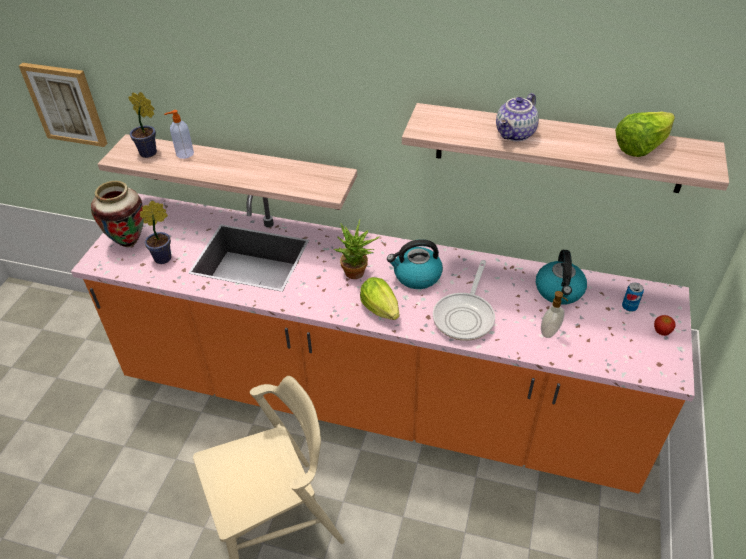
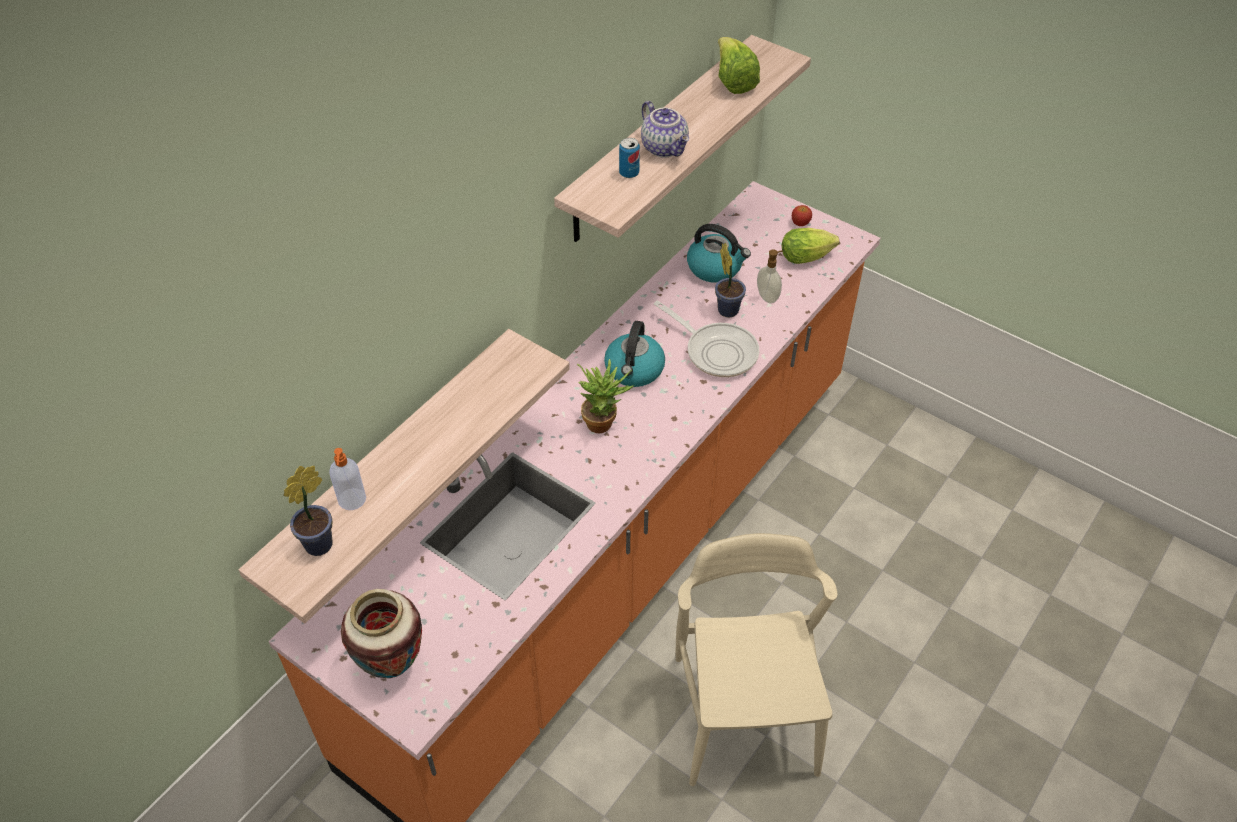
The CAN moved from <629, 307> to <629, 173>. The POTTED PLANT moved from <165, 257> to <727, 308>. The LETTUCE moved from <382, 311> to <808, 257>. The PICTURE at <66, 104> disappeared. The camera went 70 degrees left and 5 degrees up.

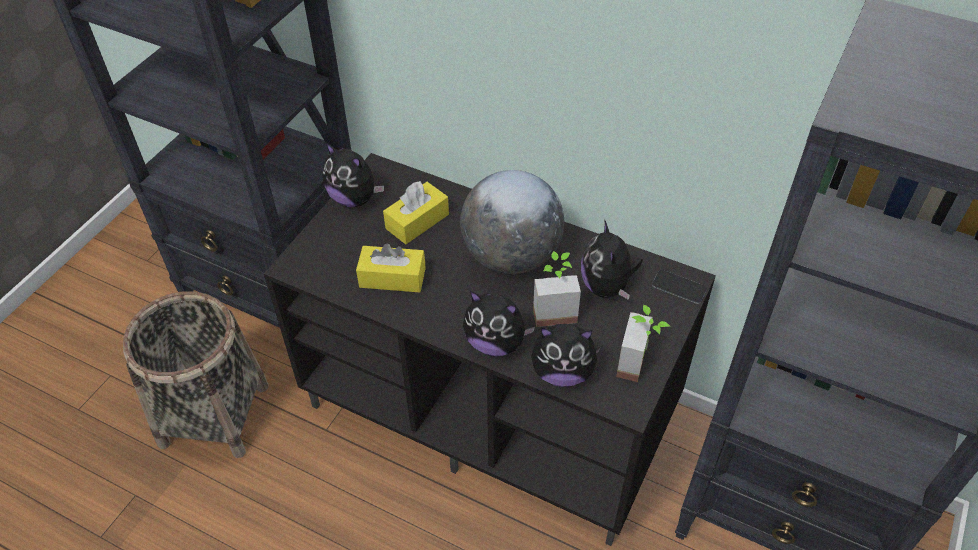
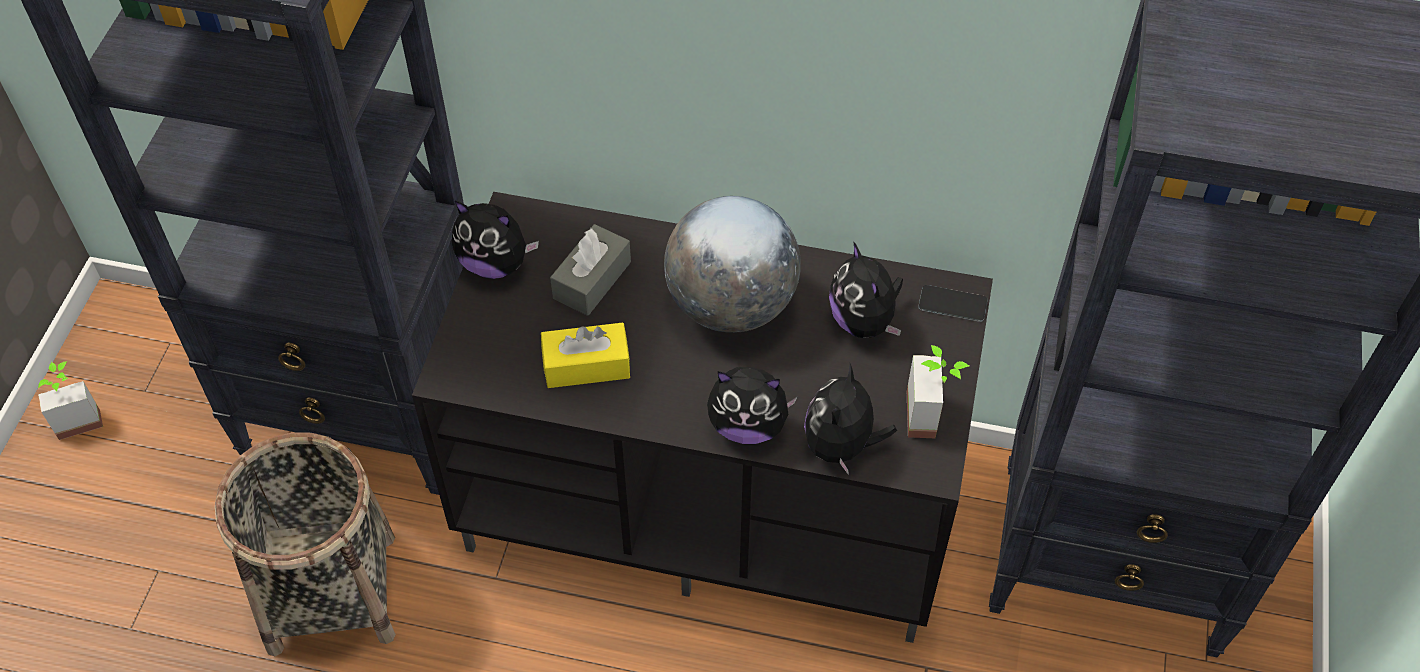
The POTTED PLANT moved from <553, 309> to <78, 417>. The YELLOW TISSUE BOX at <417, 221> became the GREY TISSUE BOX at <592, 280>. The PLUSH TOY at <562, 372> turned 120 degrees clockwise. The camera went 15 degrees left and 5 degrees up.

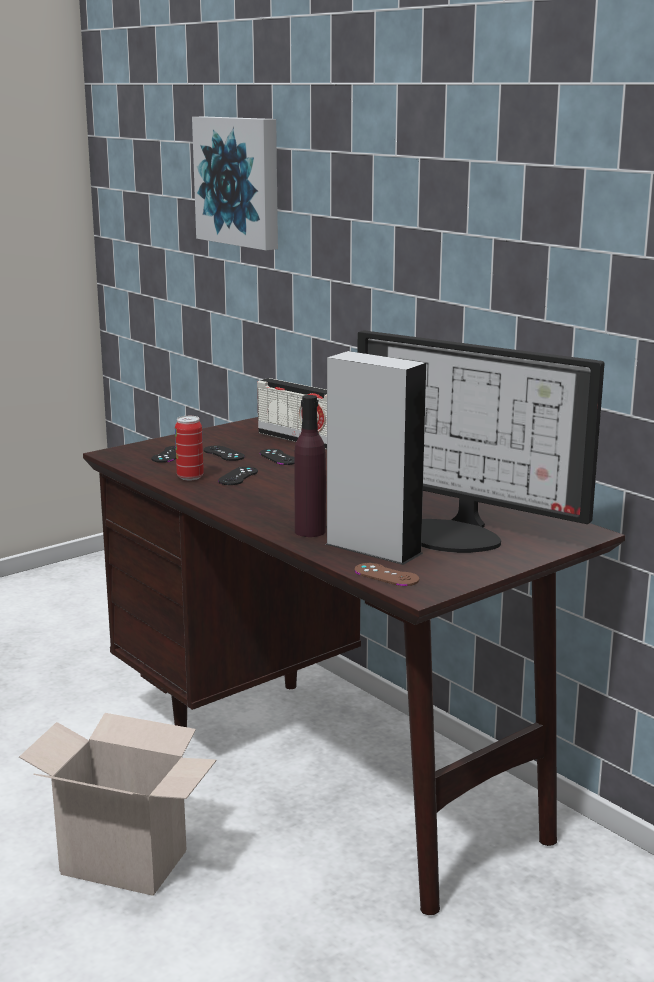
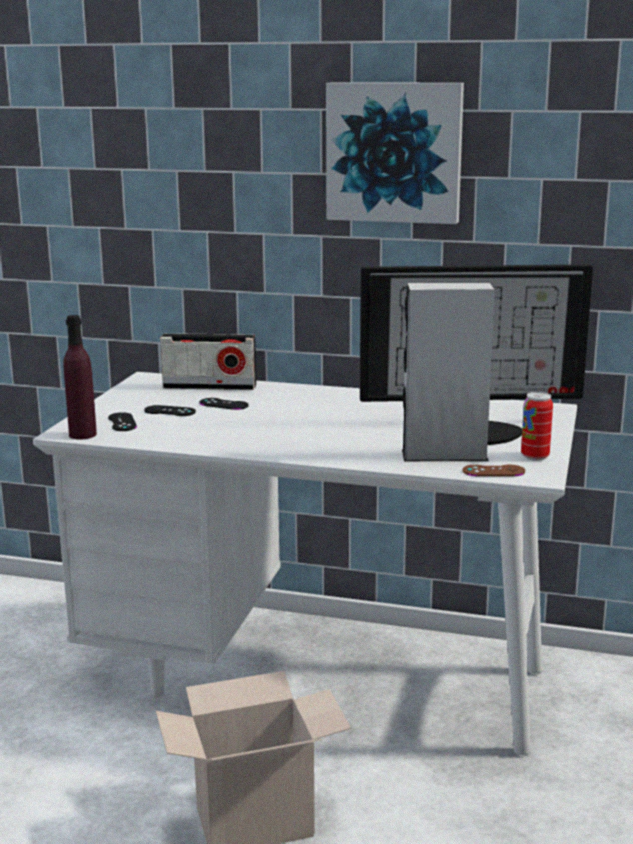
The BROWN DESK at <328, 766> became the WHITE DESK at <319, 677>. The PURPLE BOTTLE moved from <310, 531> to <83, 434>. The PICTURE moved from <240, 181> to <394, 152>. The CAN moved from <190, 477> to <535, 456>. The BLACK GAME CONTROLLER at <238, 476> disappeared. The camera went 35 degrees left and 0 degrees up.

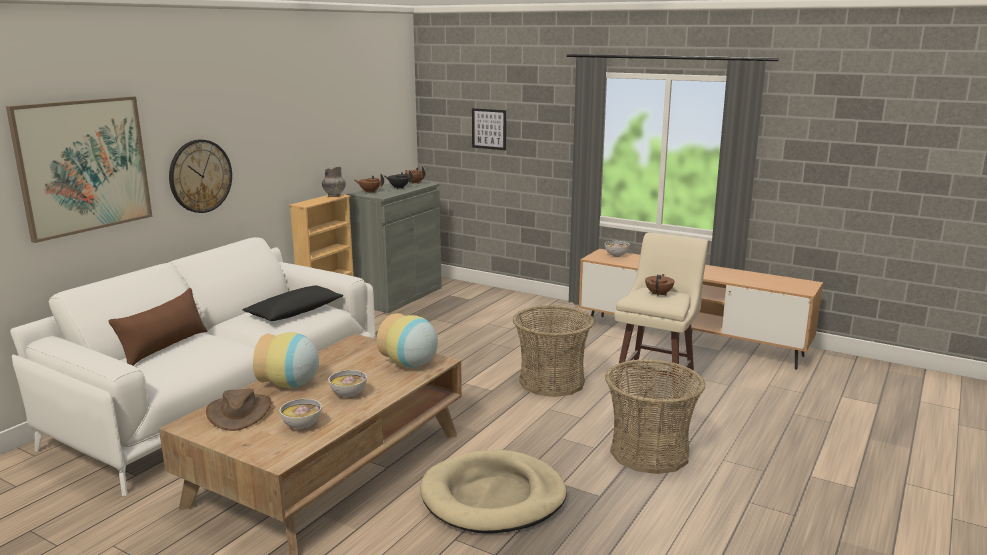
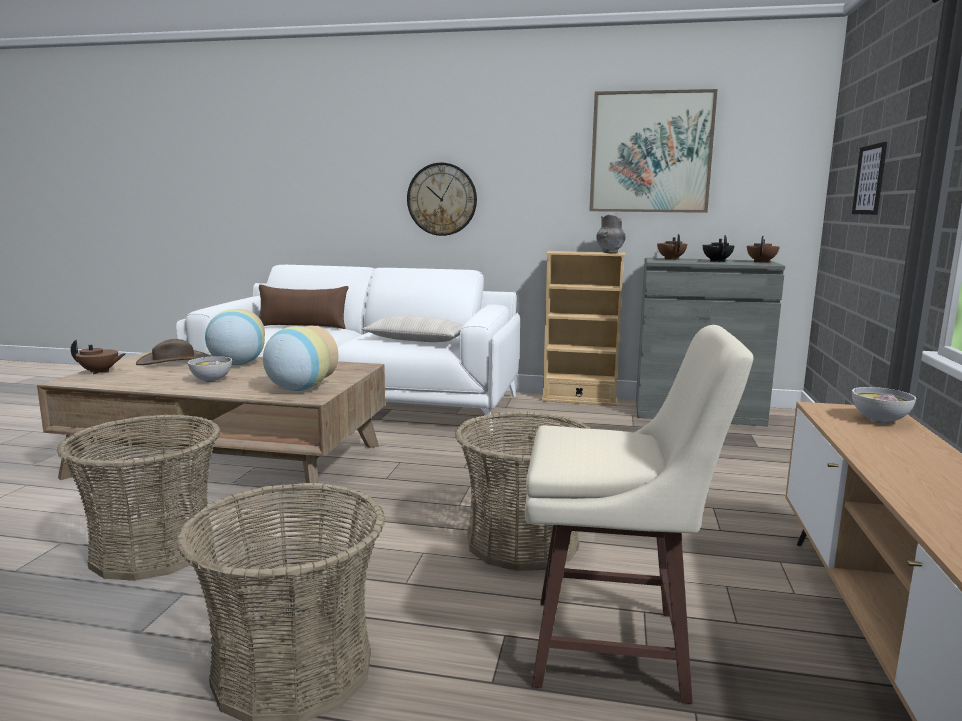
The BEIGE DOG BED at <493, 497> was replaced by the BASKET at <154, 550>. The BROWN TEAPOT moved from <659, 294> to <99, 372>. The BLACK PILLOW at <295, 312> became the BEIGE PILLOW at <416, 340>. The PICTURE moved from <83, 166> to <651, 152>. The BOWL at <302, 426> disappeared. The camera went 70 degrees right and 5 degrees down.

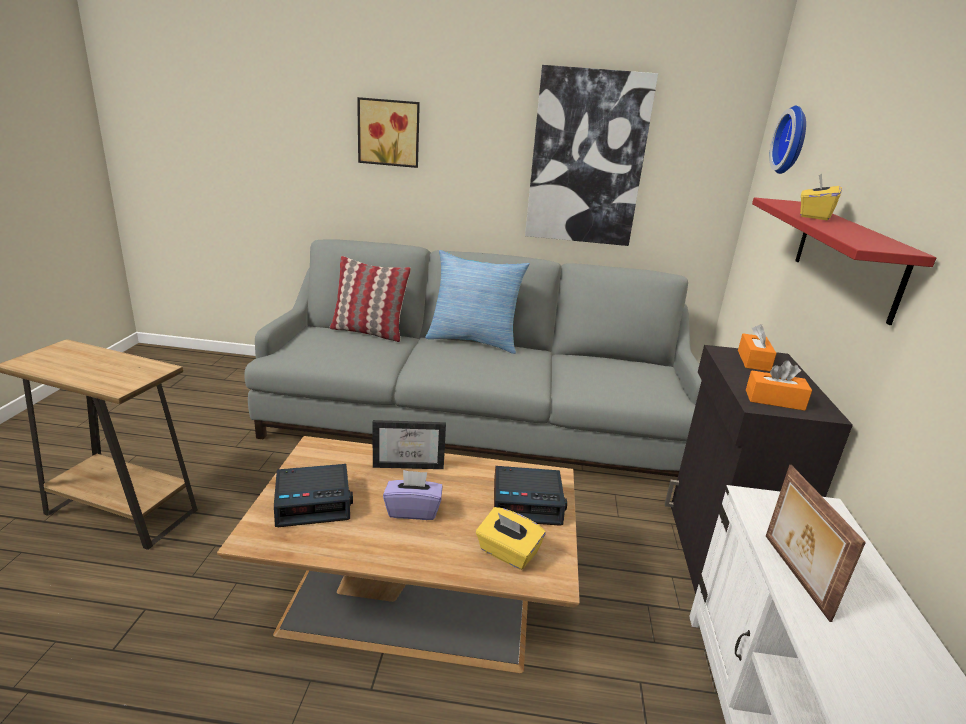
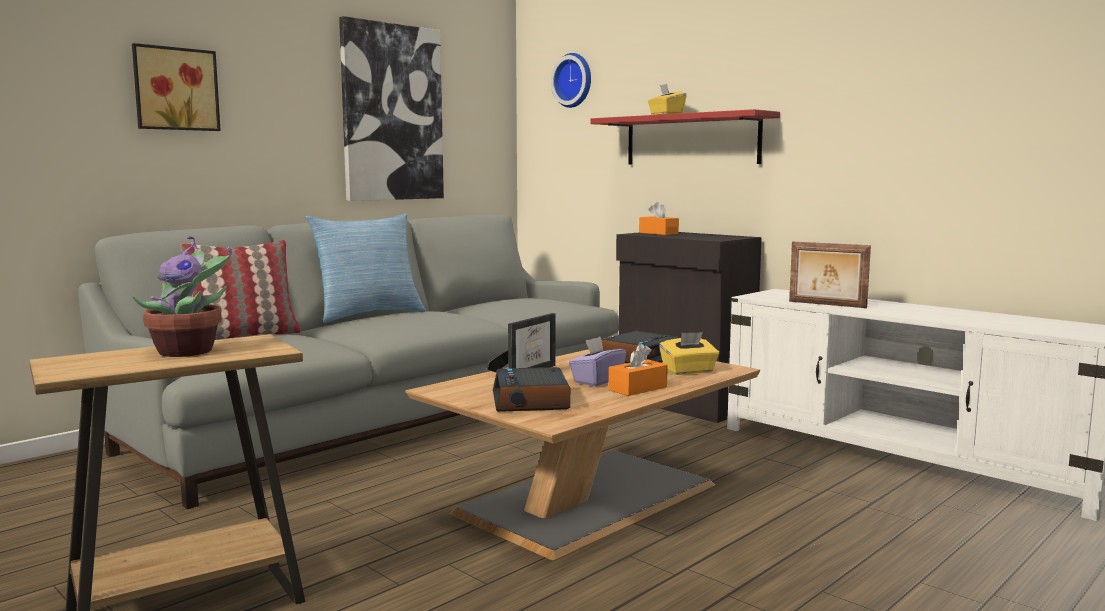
The POTTED PLANT at <189, 352> appeared. The ALARM CLOCK at <314, 502> turned 150 degrees clockwise. The ORANGE TISSUE BOX moved from <774, 400> to <637, 388>. The camera went 50 degrees left and 15 degrees down.

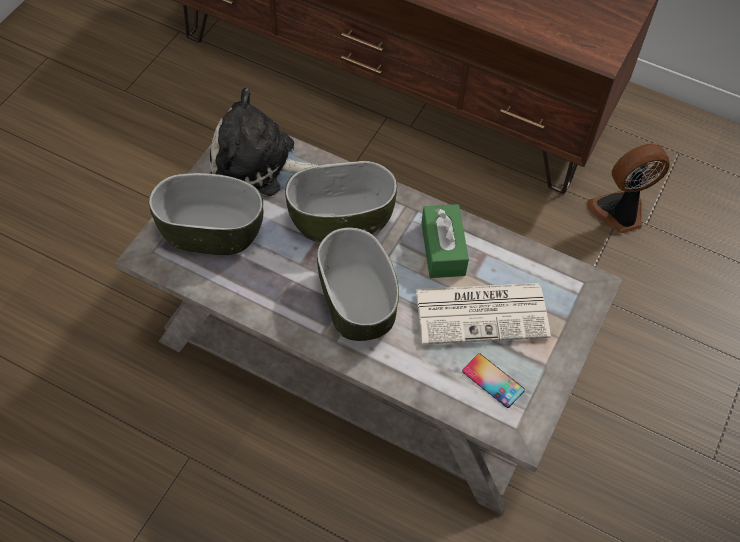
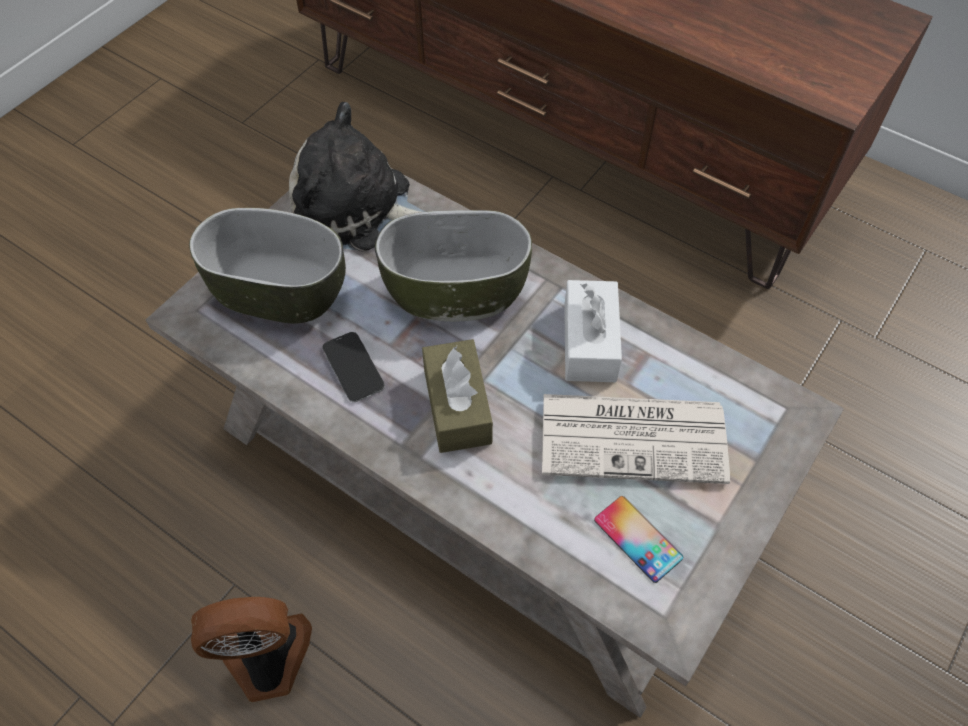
The FAN moved from <619, 213> to <267, 659>. The PHONE at <353, 367> appeared. The BOWL at <356, 303> was replaced by the BROWN TISSUE BOX at <457, 406>. The GREEN TISSUE BOX at <443, 249> became the WHITE TISSUE BOX at <589, 342>. The camera went 10 degrees right and 0 degrees up.

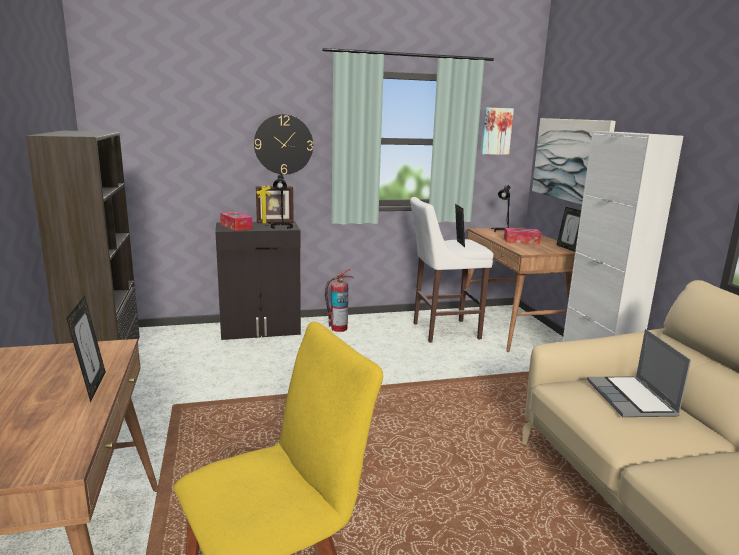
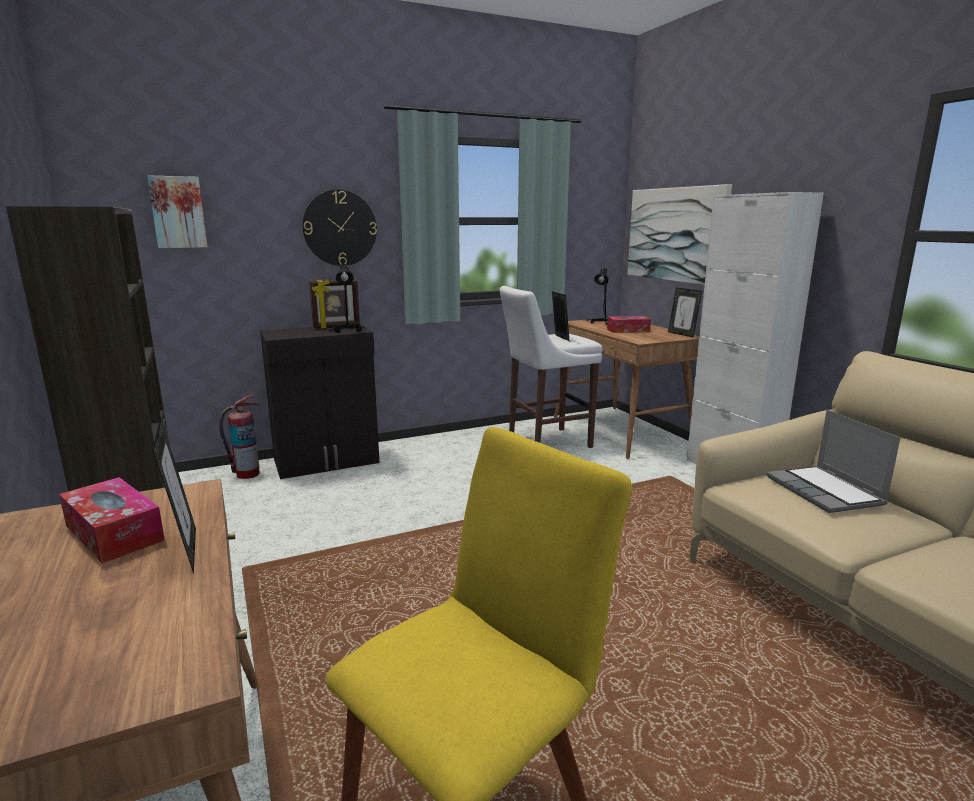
The TISSUE BOX moved from <236, 226> to <114, 533>. The PICTURE moved from <495, 131> to <178, 212>. The FIRE EXTINGUISHER moved from <338, 328> to <247, 474>. The camera went 10 degrees left and 0 degrees up.

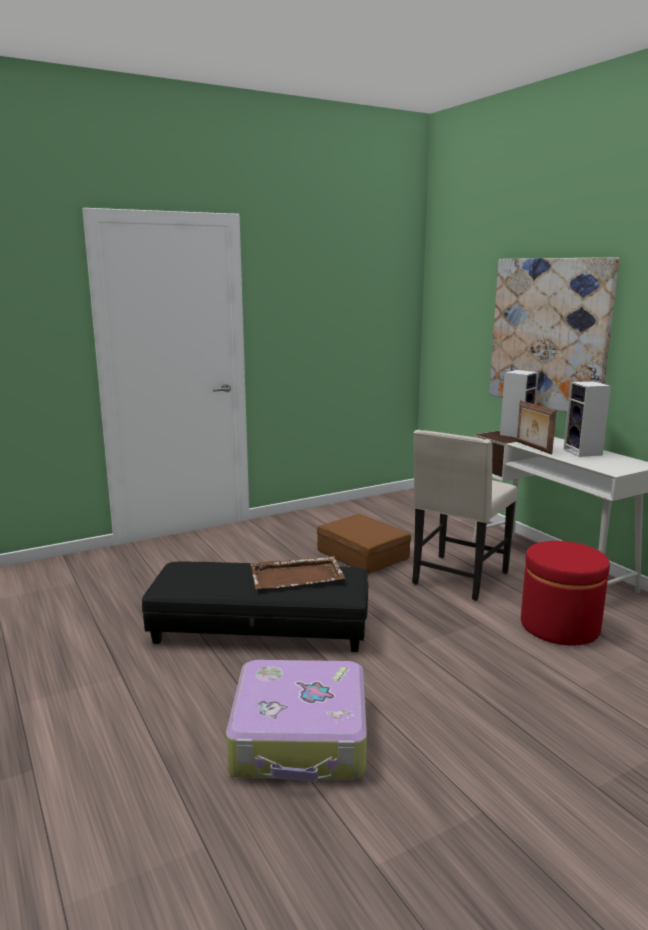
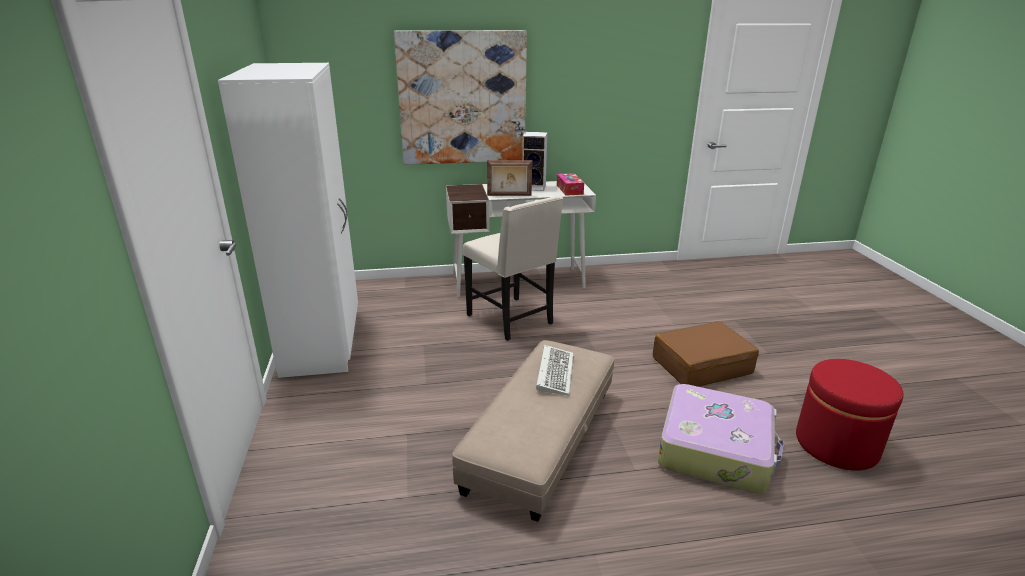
The WHITE WARDROBE at <323, 341> appeared. The BLACK OTTOMAN at <260, 628> became the BEIGE OTTOMAN at <541, 439>. The BROWN TRAY at <297, 576> was replaced by the KEYBOARD at <554, 371>. The TISSUE BOX at <569, 189> appeared. The BROWN SUITCASE moved from <363, 555> to <701, 365>. The RED OTTOMAN moved from <559, 626> to <836, 444>. The SPEAKER at <516, 434> disappeared. The camera went 70 degrees left and 10 degrees up.

